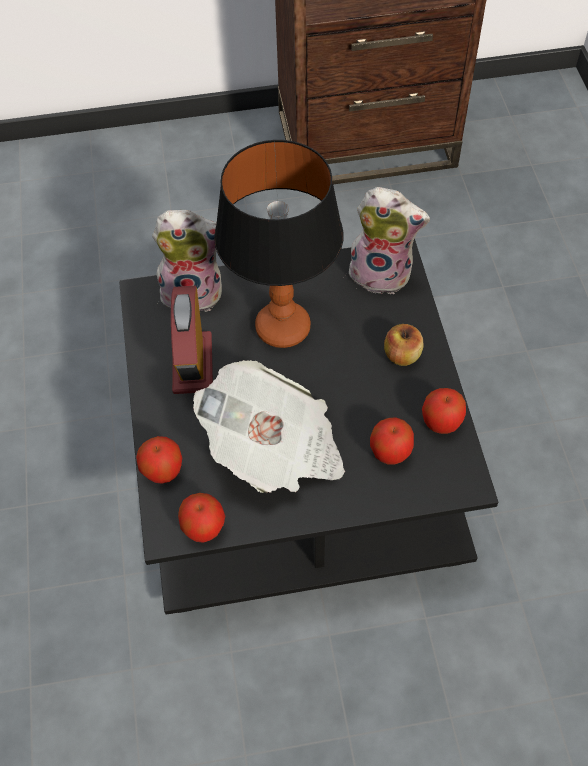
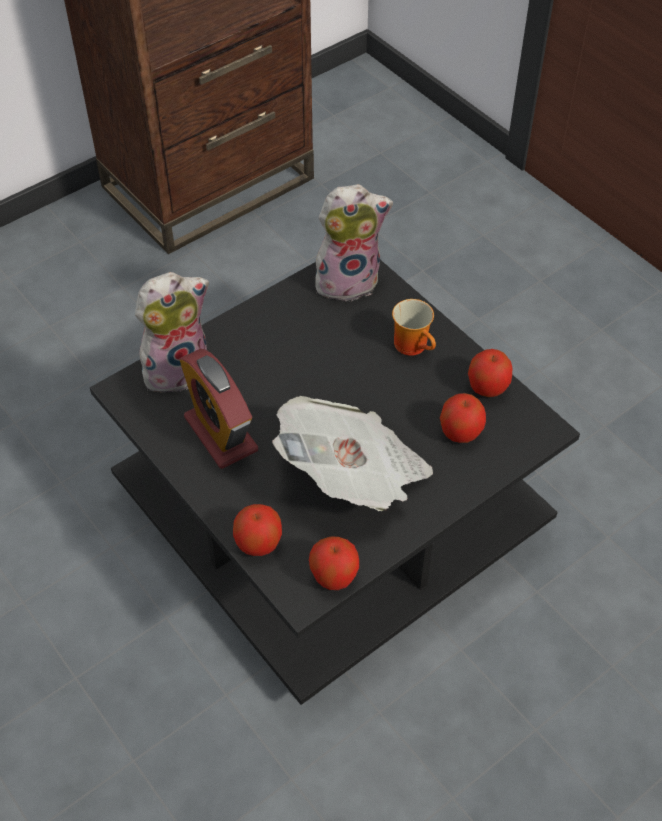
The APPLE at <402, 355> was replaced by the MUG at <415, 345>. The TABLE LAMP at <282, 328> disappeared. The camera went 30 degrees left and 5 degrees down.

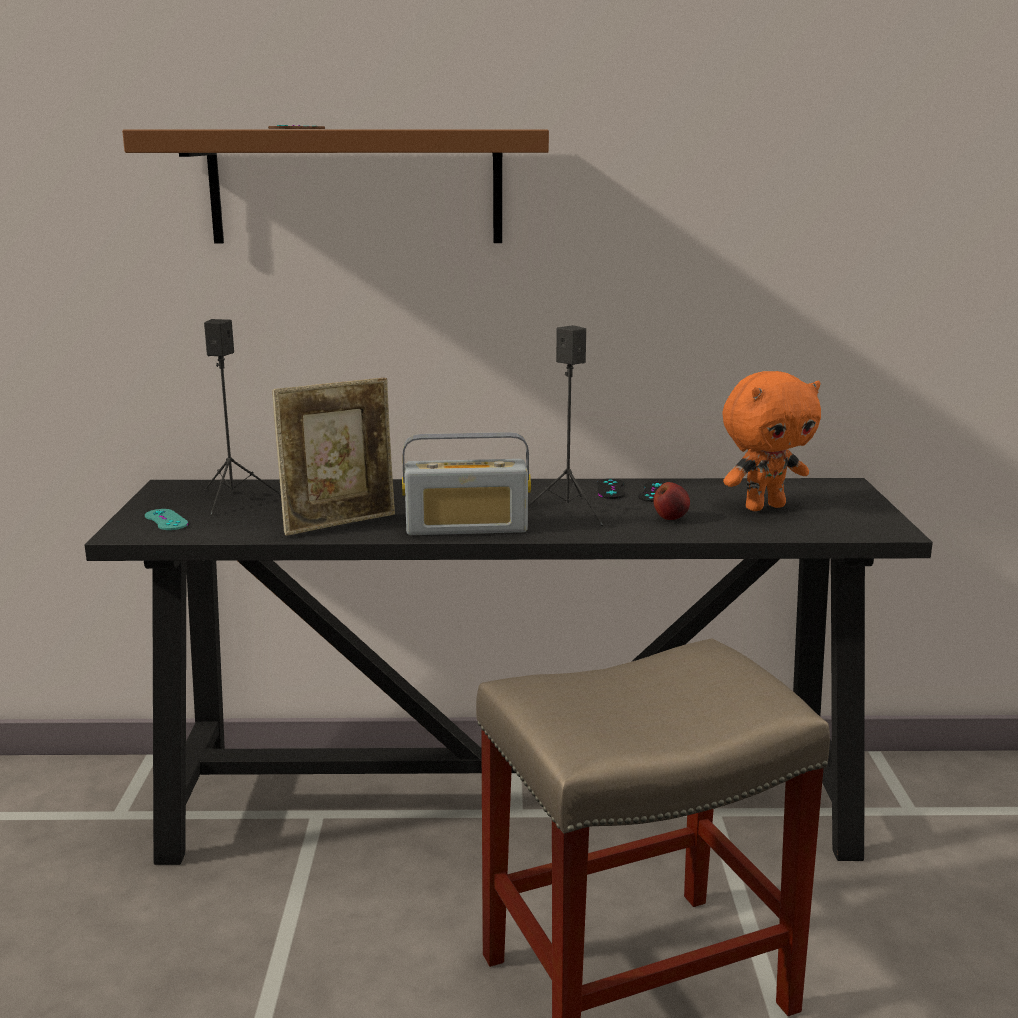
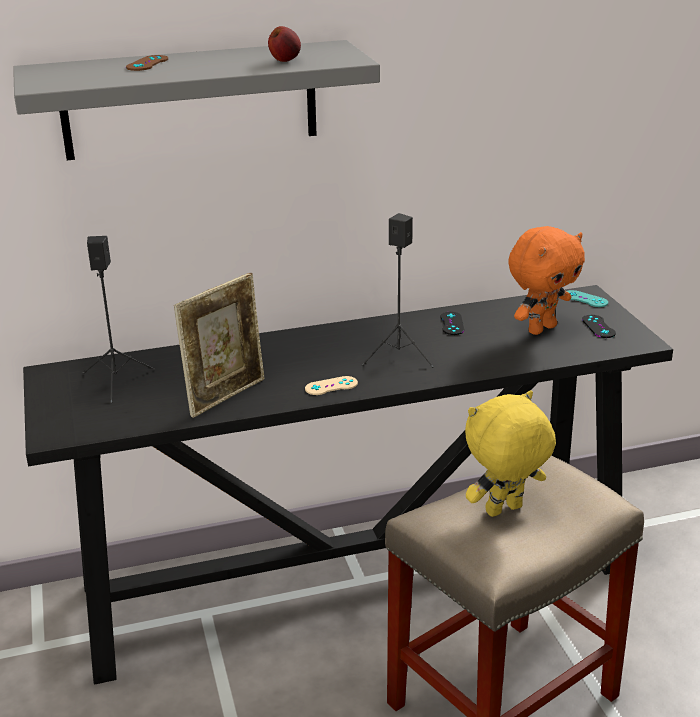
The BROWN SHELF at <356, 187> became the GREY SHELF at <190, 100>. The APPLE moved from <670, 518> to <285, 61>. The RADIO at <466, 528> was replaced by the BEIGE GAME CONTROLLER at <331, 386>. The YELLOW PLUSH TOY at <504, 511> appeared. The TURQUOISE GAME CONTROLLER moved from <166, 520> to <585, 299>. The BLACK GAME CONTROLLER moved from <610, 489> to <598, 326>. The camera went 15 degrees left and 10 degrees up.

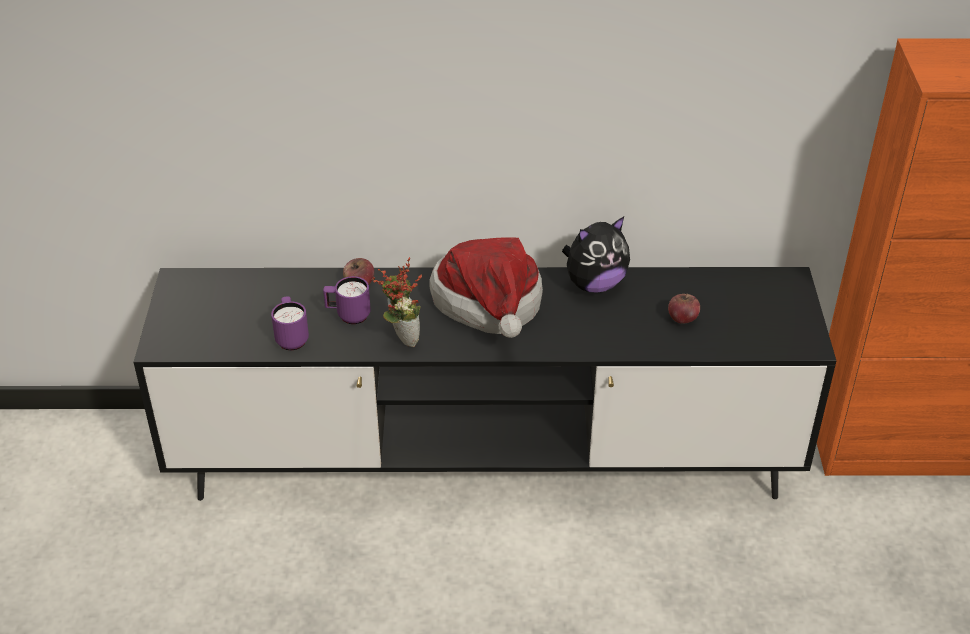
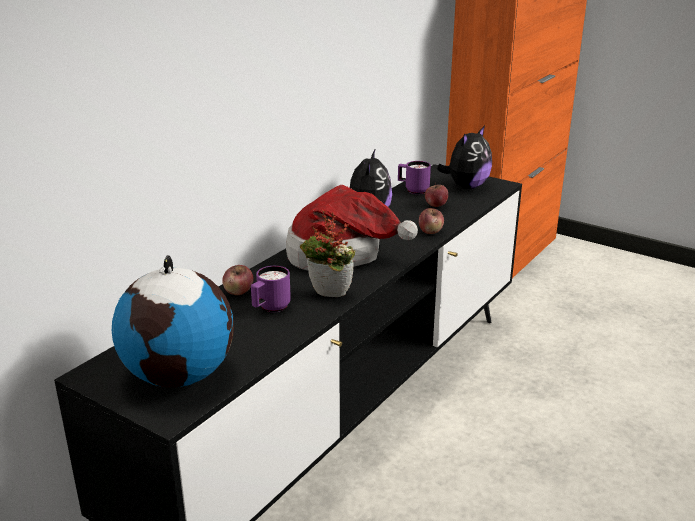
The GLOBE at <180, 375> appeared. The PURPLE MUG moved from <291, 337> to <413, 190>. The APPLE at <430, 231> appeared. The PLUSH TOY at <466, 186> appeared. The camera went 55 degrees left and 15 degrees down.

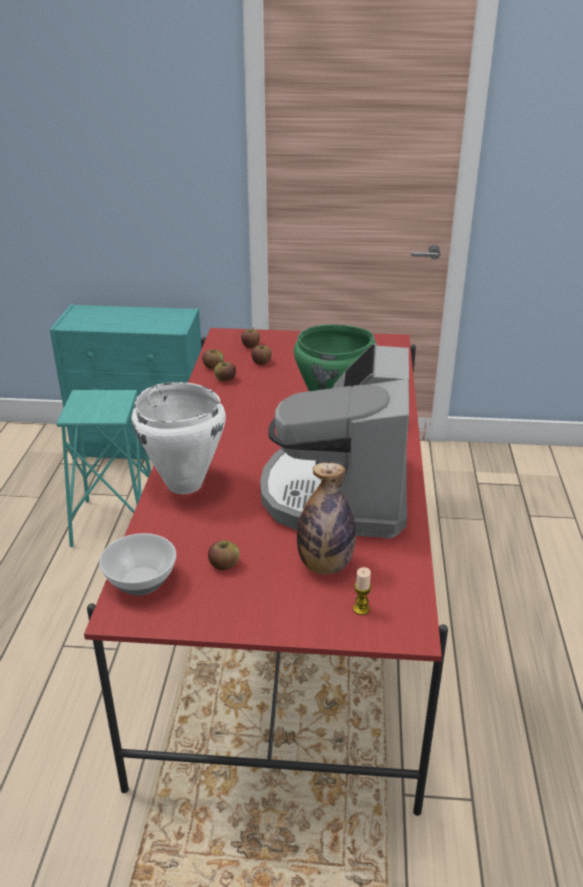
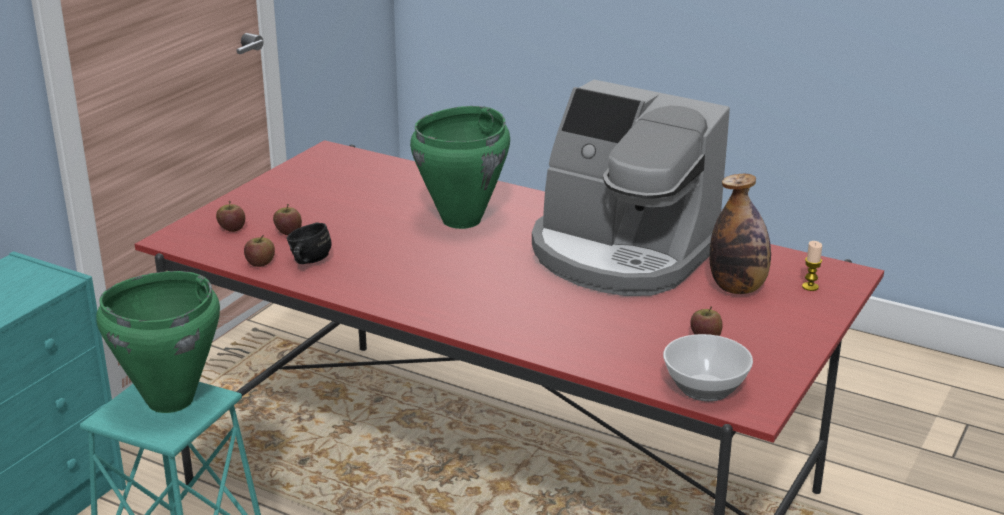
The GREEN COOKING POT at <169, 400> appeared. The APPLE at <225, 379> was replaced by the BLACK MUG at <307, 262>. The WHITE COOKING POT at <184, 484> disappeared. The camera went 65 degrees left and 5 degrees down.

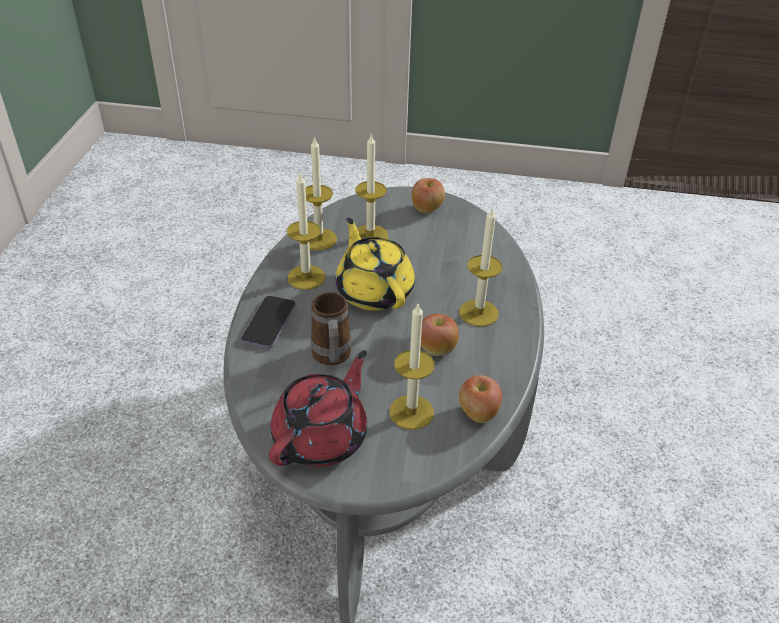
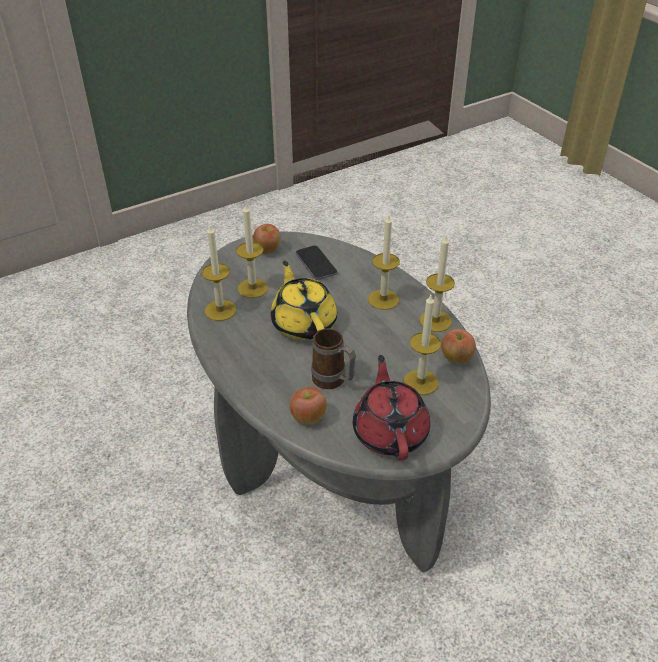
The YELLOW TEAPOT at <374, 291> turned 45 degrees clockwise. The APPLE moved from <436, 349> to <308, 418>. The PHONE moved from <269, 323> to <316, 264>. The CANDLE moved from <306, 277> to <435, 321>. The camera went 40 degrees left and 0 degrees up.

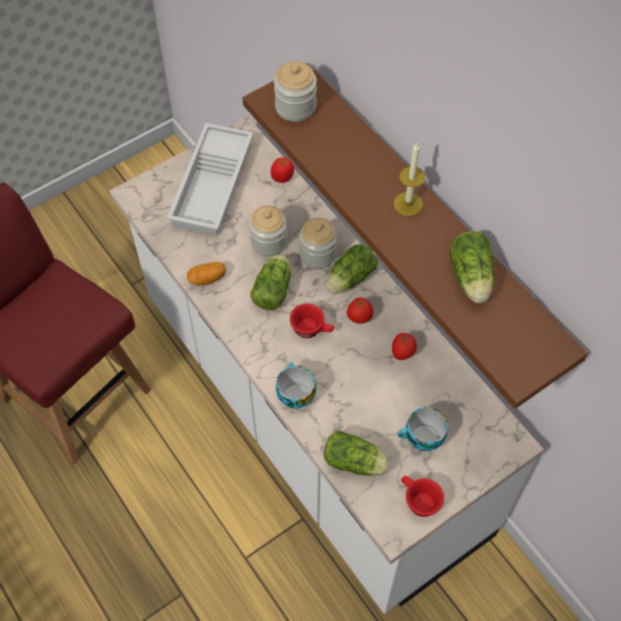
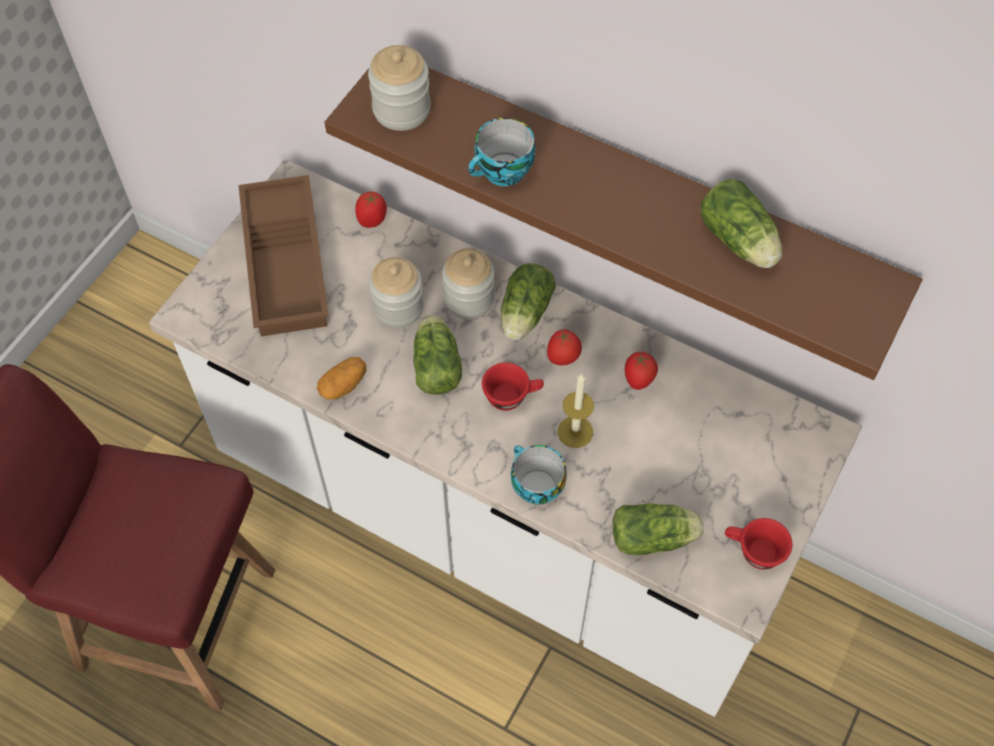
The WHITE TRAY at <214, 186> became the BROWN TRAY at <288, 263>. The CUP moved from <422, 439> to <502, 173>. The CANDLE moved from <408, 204> to <575, 432>. The camera went 25 degrees left and 0 degrees up.

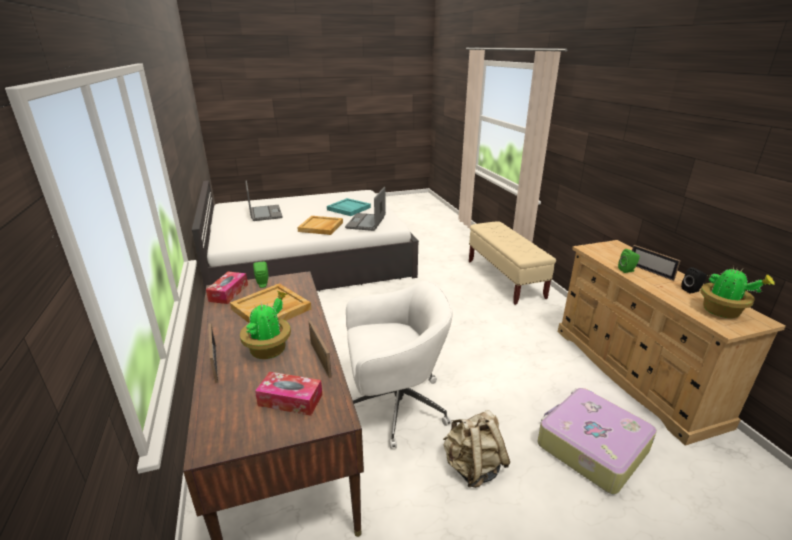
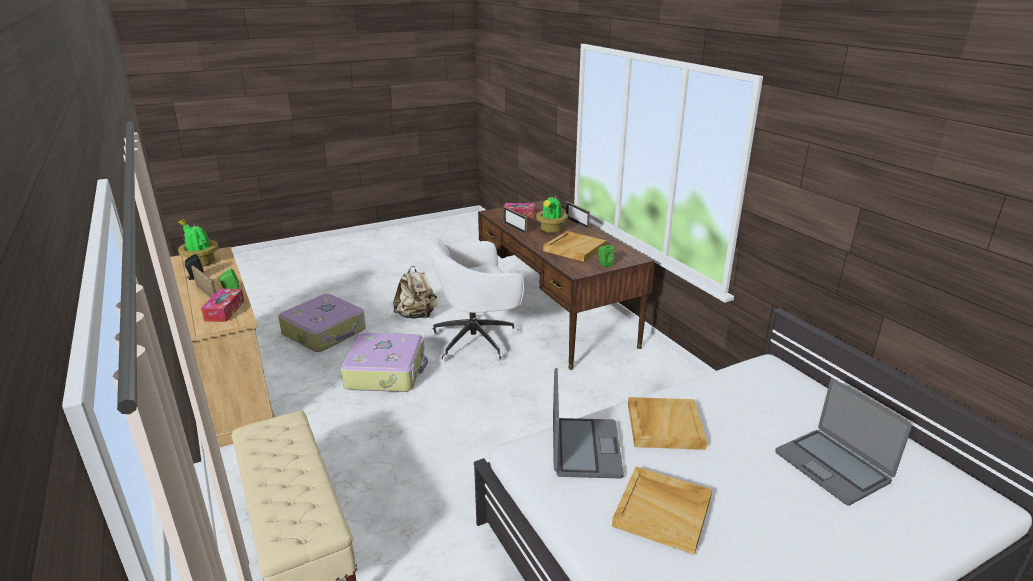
The TISSUE BOX moved from <228, 293> to <224, 311>. The SUITCASE at <386, 372> appeared. The TURQUOISE TRAY at <348, 209> became the BEIGE TRAY at <663, 511>. The camera went 170 degrees right and 0 degrees up.

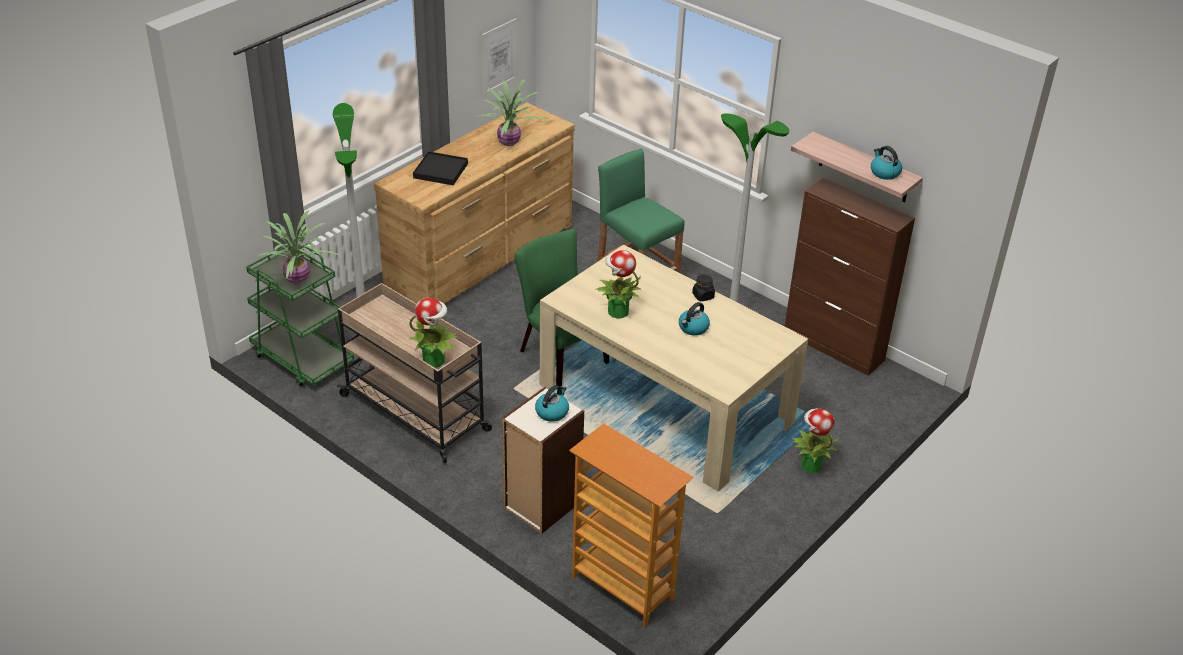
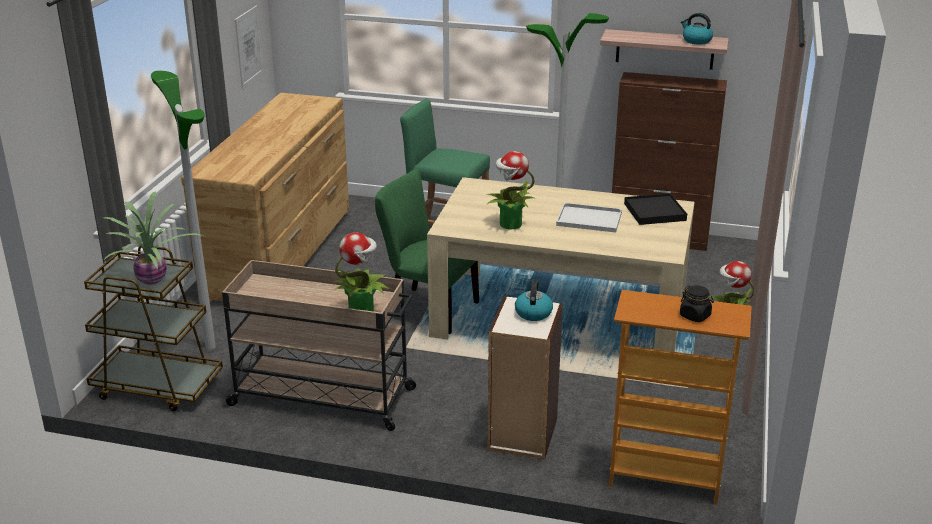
The GREEN CART at <302, 359> became the BROWN CART at <157, 387>. The KETTLE at <693, 328> was replaced by the WHITE TRAY at <590, 219>. The BLACK TRAY moved from <440, 170> to <654, 212>. The BLACK JAR moved from <703, 296> to <695, 316>. The POTTED PLANT at <510, 142> disappeared. The camera went 25 degrees left and 10 degrees down.

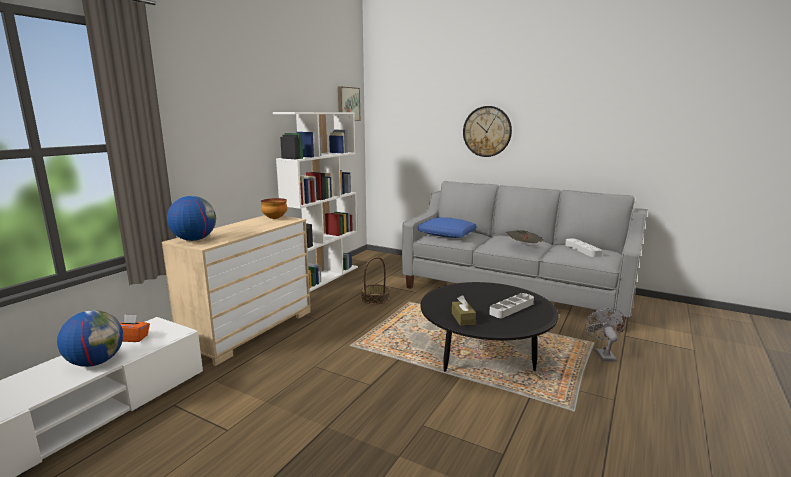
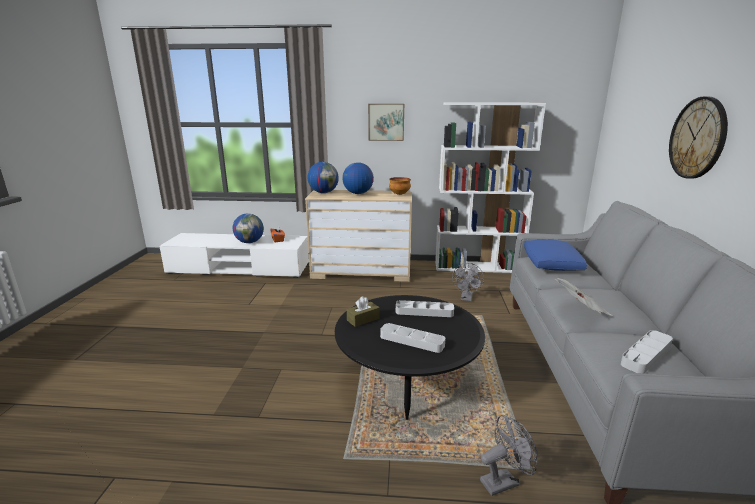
The GLOBE at <358, 193> appeared. The PICTURE moved from <347, 104> to <386, 122>. The GREY TRAY at <424, 312> appeared. The BASKET at <375, 298> was replaced by the GREY FAN at <466, 298>. The camera went 65 degrees right and 5 degrees up.

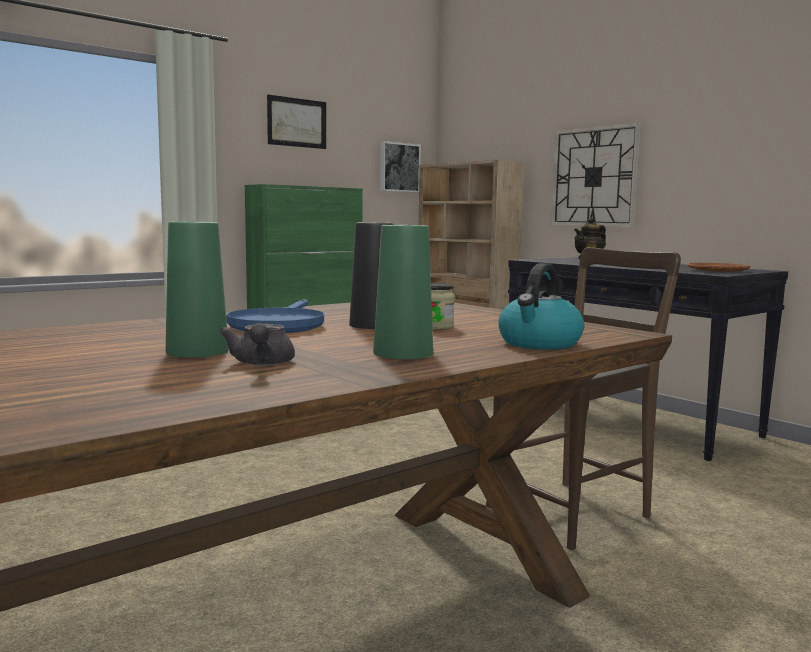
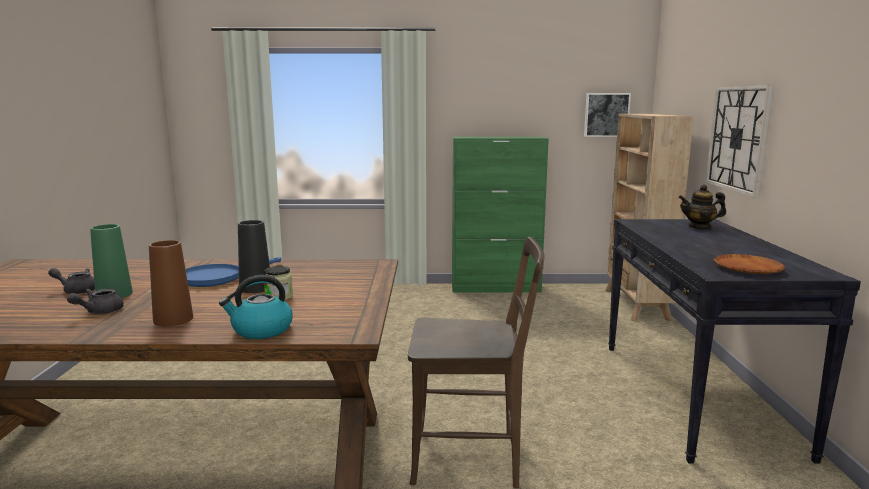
The GREY TEAPOT at <77, 290> appeared. The GREEN VASE at <403, 353> became the BROWN VASE at <173, 319>. The PICTURE at <297, 122> disappeared. The camera went 40 degrees right and 5 degrees up.

